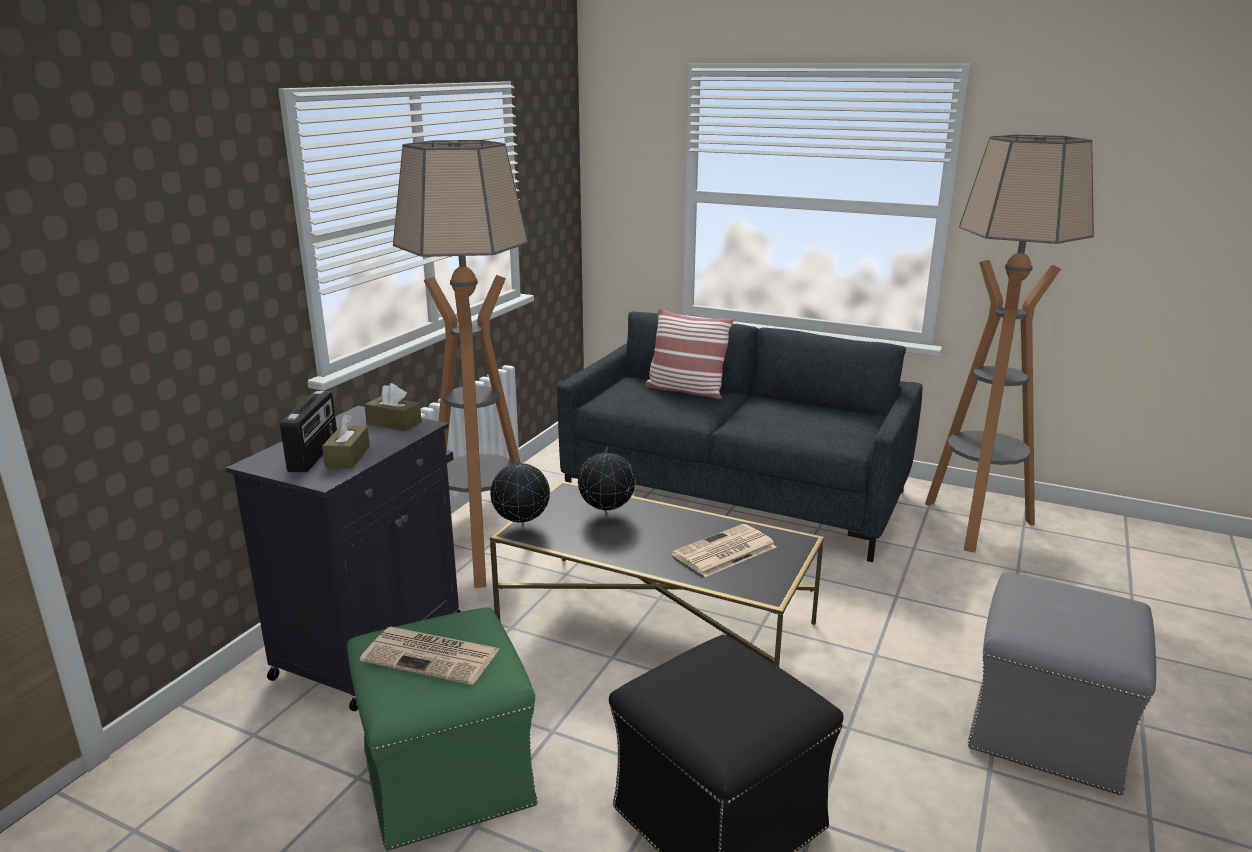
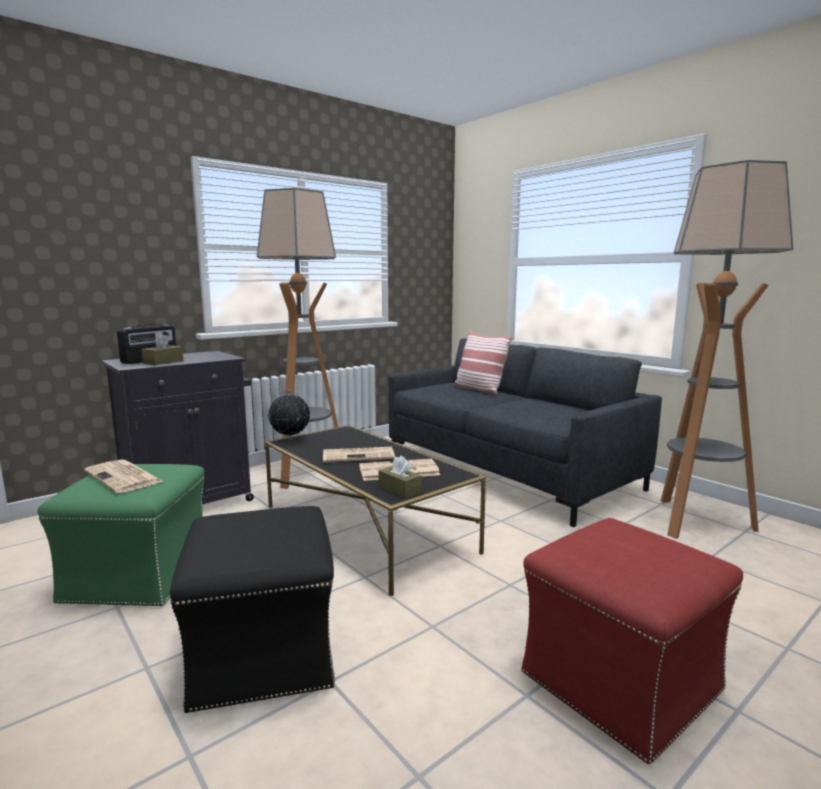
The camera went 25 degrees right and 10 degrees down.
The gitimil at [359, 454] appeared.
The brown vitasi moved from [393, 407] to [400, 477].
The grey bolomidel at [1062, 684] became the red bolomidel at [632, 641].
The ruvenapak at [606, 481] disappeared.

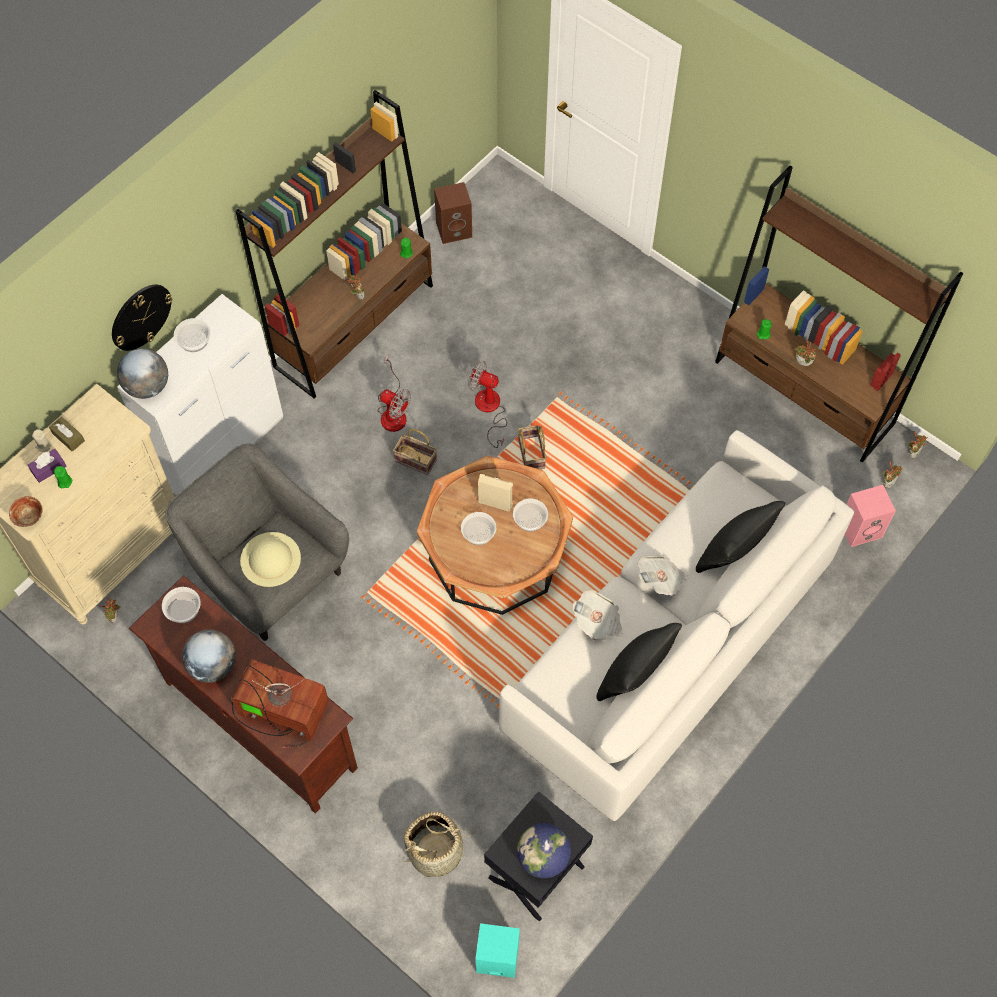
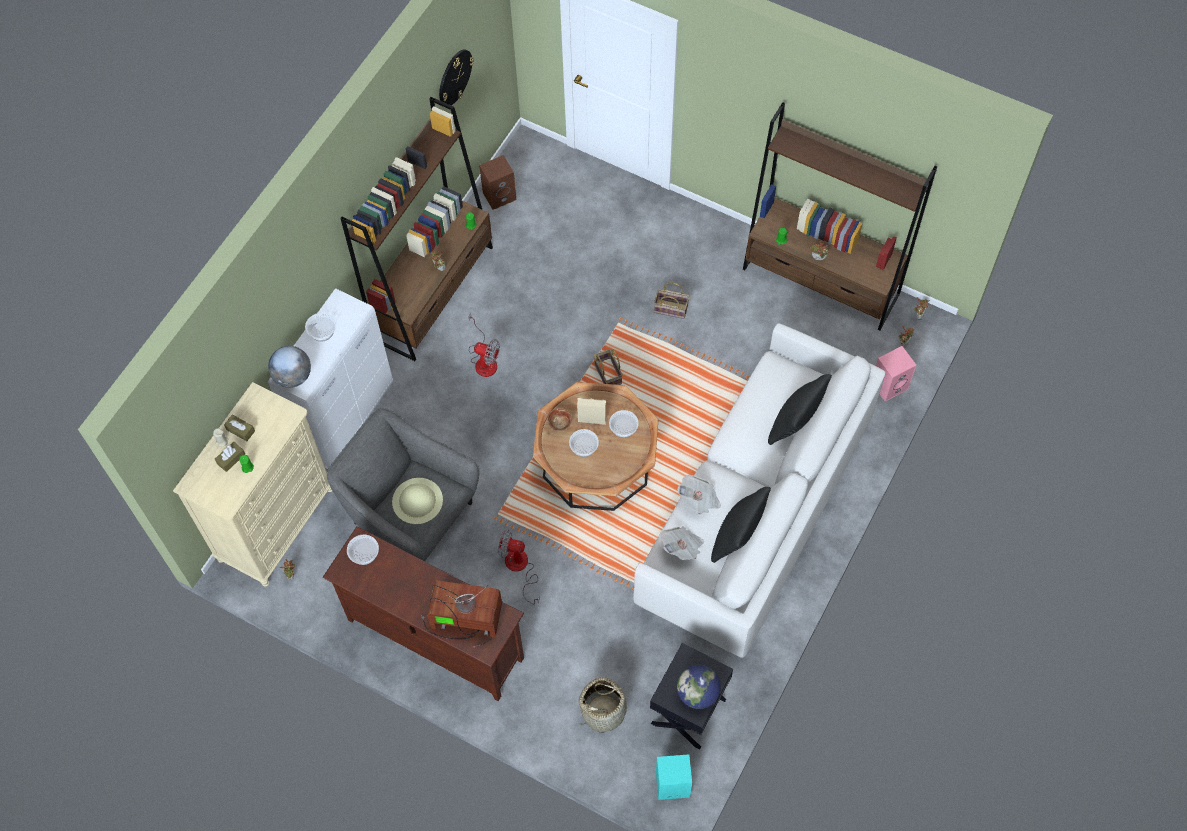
The camera went 10 degrees left and 0 degrees up.
The purple vitasi at [47, 466] became the brown vitasi at [230, 457].
The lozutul moved from [142, 318] to [456, 77].
The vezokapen moved from [487, 404] to [519, 567].
The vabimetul moved from [26, 511] to [559, 419].
The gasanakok moved from [415, 452] to [671, 300].
The gitimil moved from [663, 576] to [682, 543].
The ruvenapak at [209, 656] disappeared.

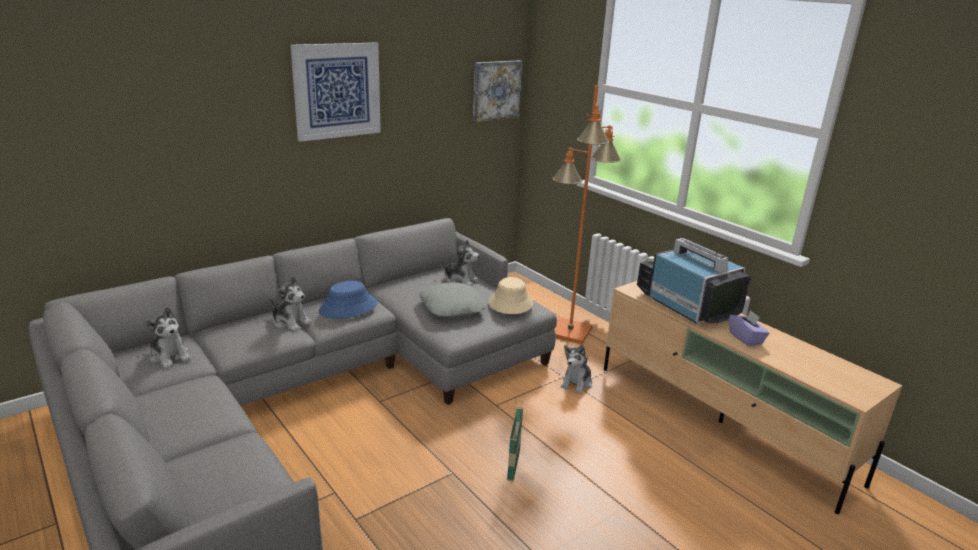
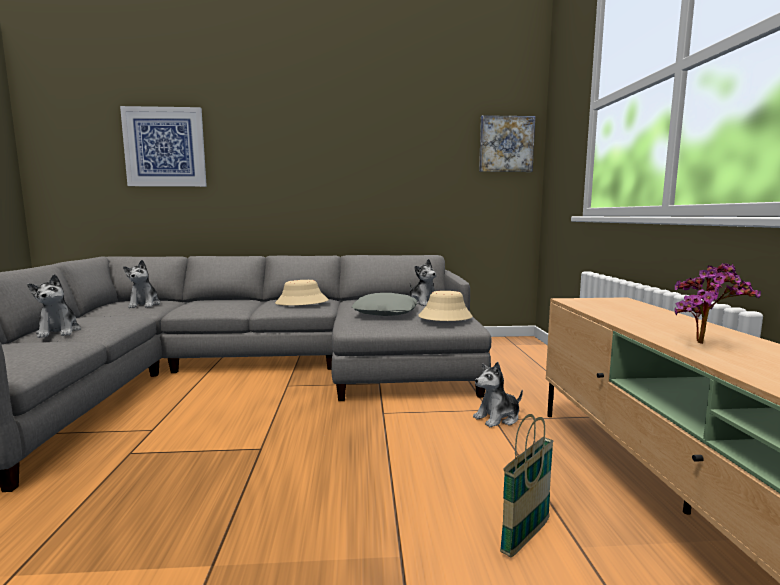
The camera went 35 degrees right and 15 degrees down.
The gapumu moved from [291, 303] to [54, 306].
The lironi moved from [335, 92] to [163, 146].
The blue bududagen at [348, 300] became the beige bududagen at [302, 293].
The gasanakok moved from [515, 441] to [527, 485].
The purple vitasi at [749, 328] was replaced by the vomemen at [718, 303].
The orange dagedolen at [587, 214] disappeared.
The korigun at [694, 281] disappeared.

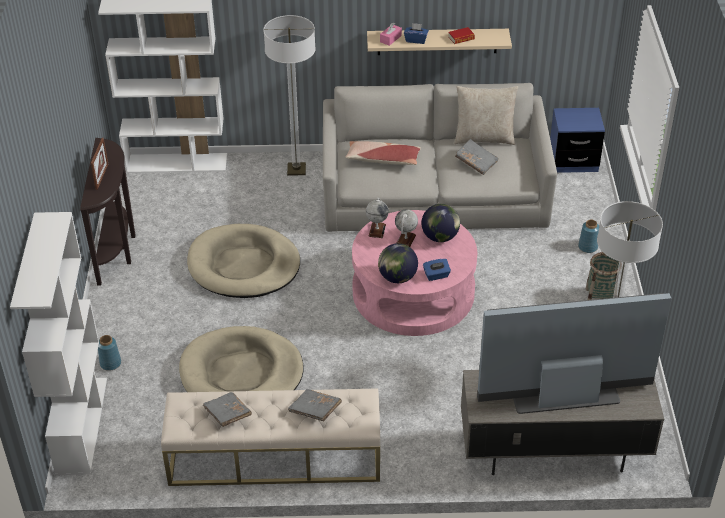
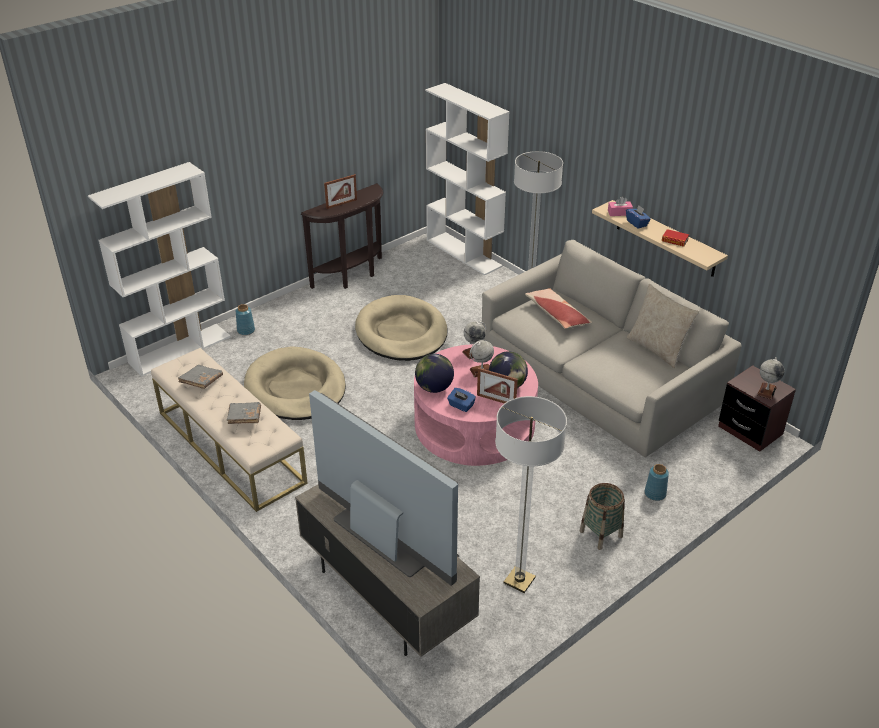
The camera went 50 degrees right and 5 degrees down.
The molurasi at [497, 386] appeared.
The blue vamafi at [577, 140] became the brown vamafi at [757, 408].
The ruvenapak at [770, 378] appeared.
The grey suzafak at [477, 157] disappeared.

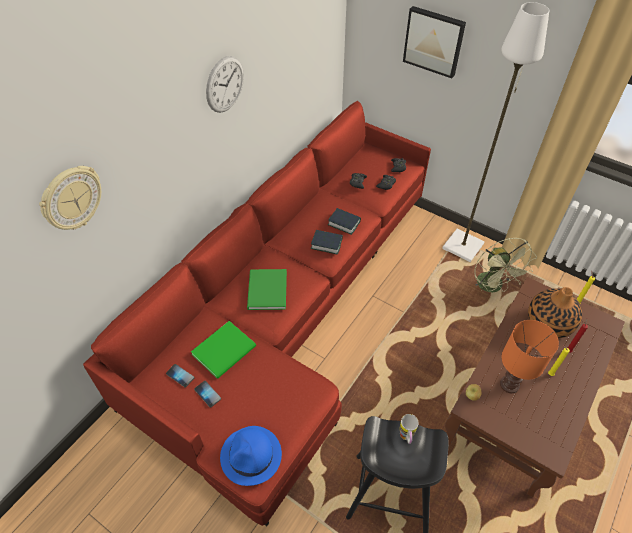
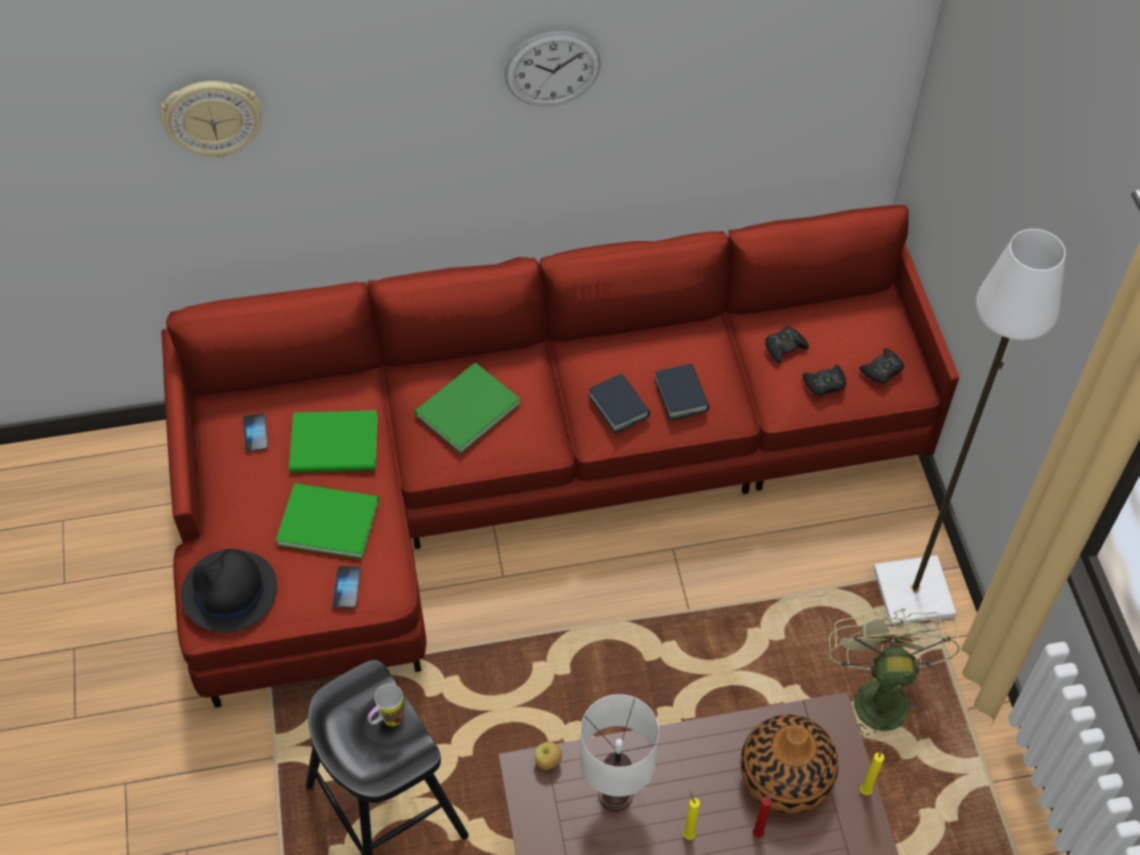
The camera went 45 degrees right and 5 degrees up.
The blue bududagen at [251, 456] became the black bududagen at [229, 591].
The green suzafak at [327, 521] appeared.
The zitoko moved from [207, 394] to [346, 587].
The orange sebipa at [529, 356] became the white sebipa at [619, 753].
The green vezokapen at [506, 265] turned 150 degrees clockwise.
The lironi at [434, 42] disappeared.

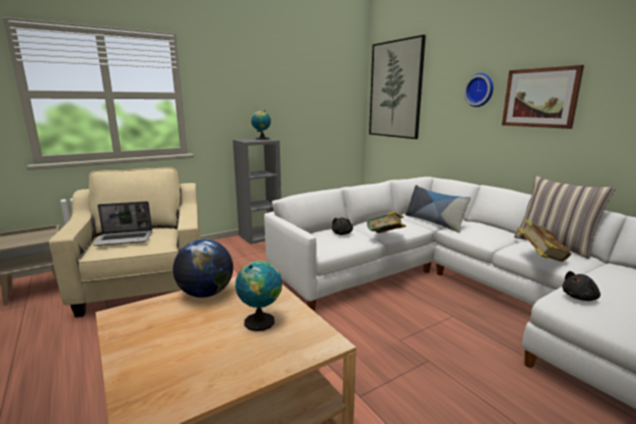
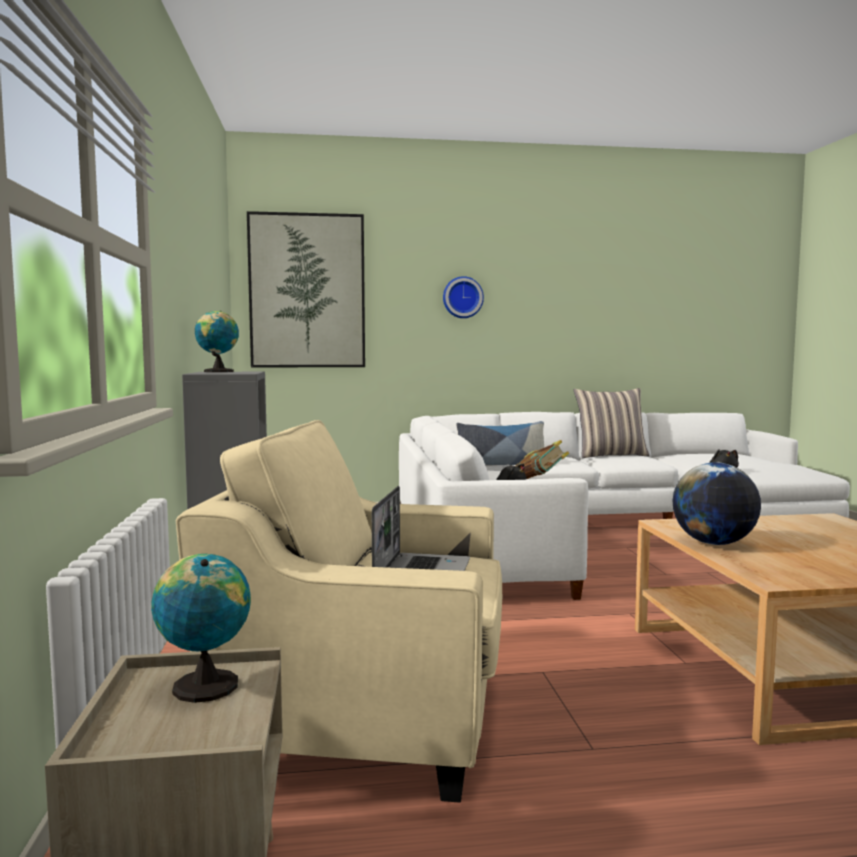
The camera went 65 degrees left and 10 degrees down.
The ruvenapak moved from [258, 295] to [201, 628].
The lironi at [543, 97] disappeared.
The suzafak at [544, 240] disappeared.

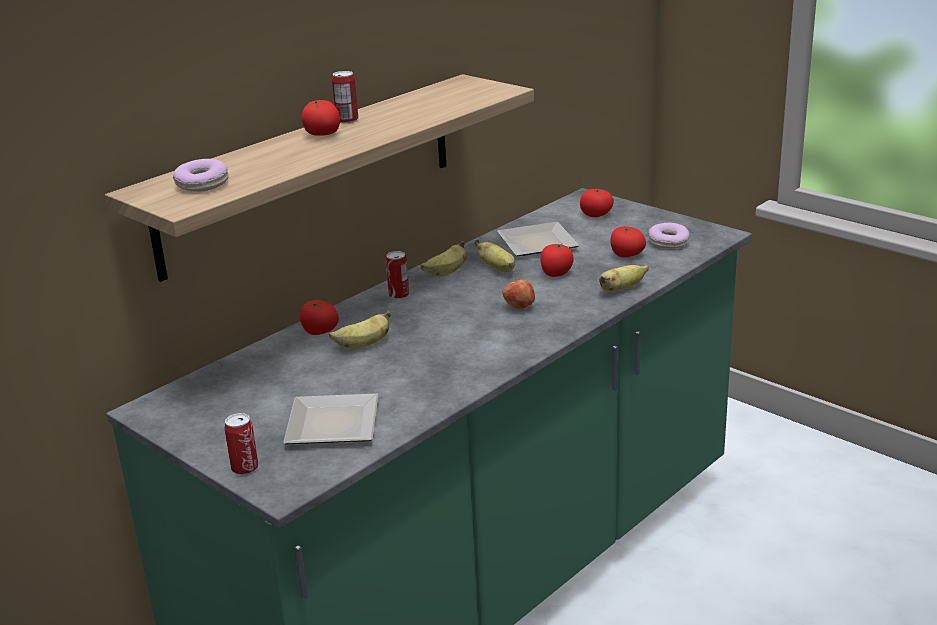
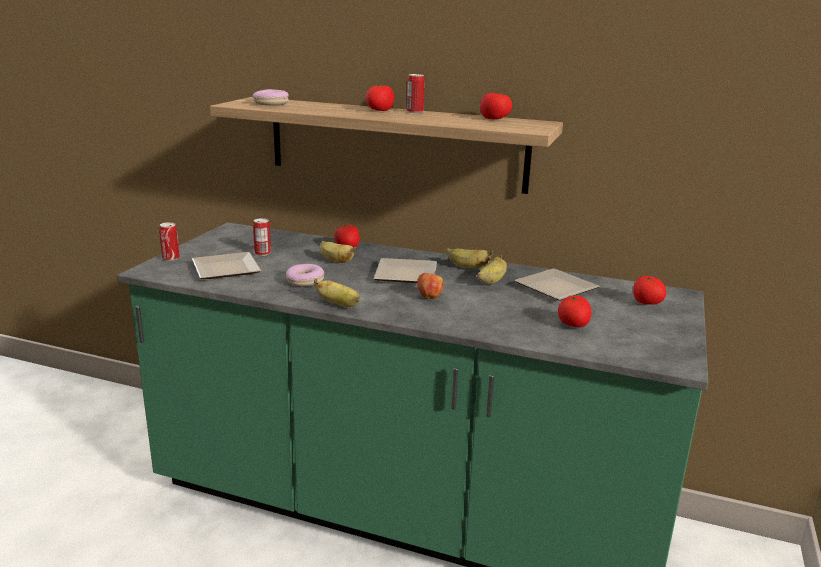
The camera went 65 degrees right and 5 degrees down.
The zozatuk moved from [397, 275] to [262, 237].
The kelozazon moved from [669, 236] to [305, 275].
The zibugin moved from [624, 278] to [337, 293].
The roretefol at [405, 270] appeared.
The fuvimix moved from [557, 260] to [496, 106].

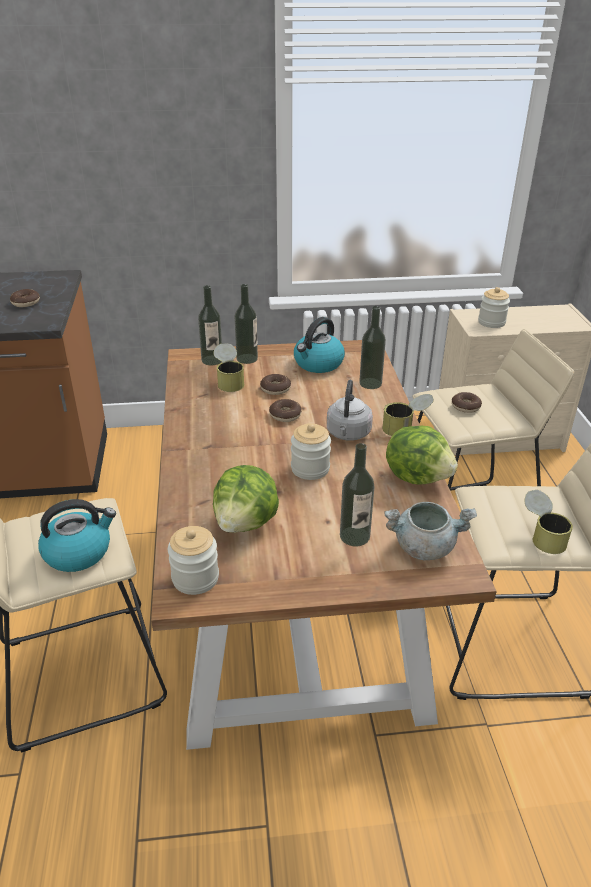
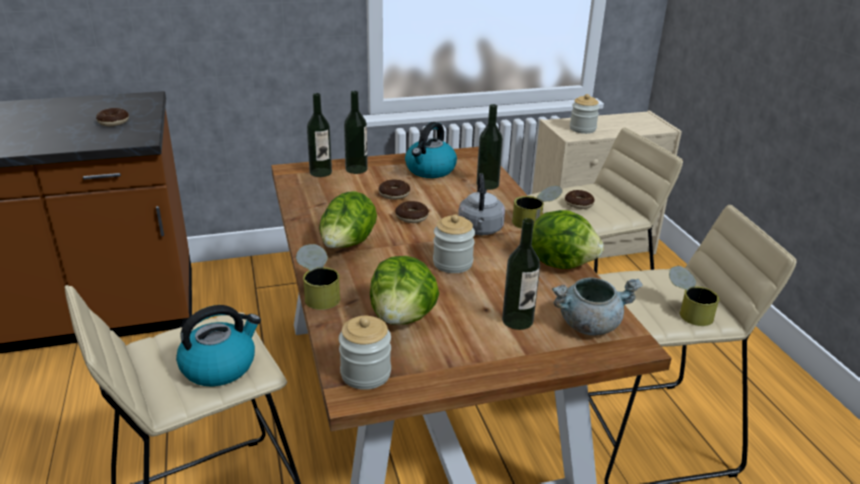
The camera went 10 degrees left and 5 degrees down.
The zozatuk moved from [228, 367] to [318, 277].
The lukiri at [348, 219] appeared.

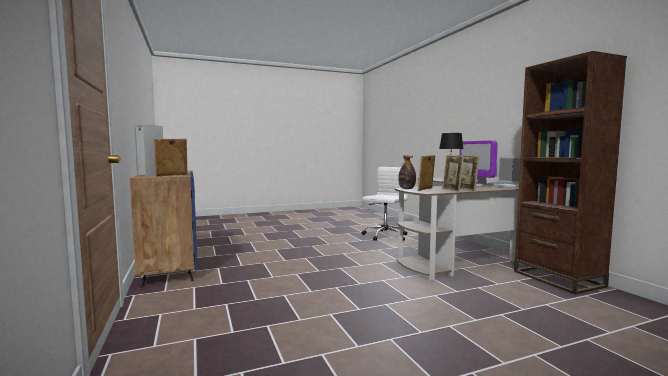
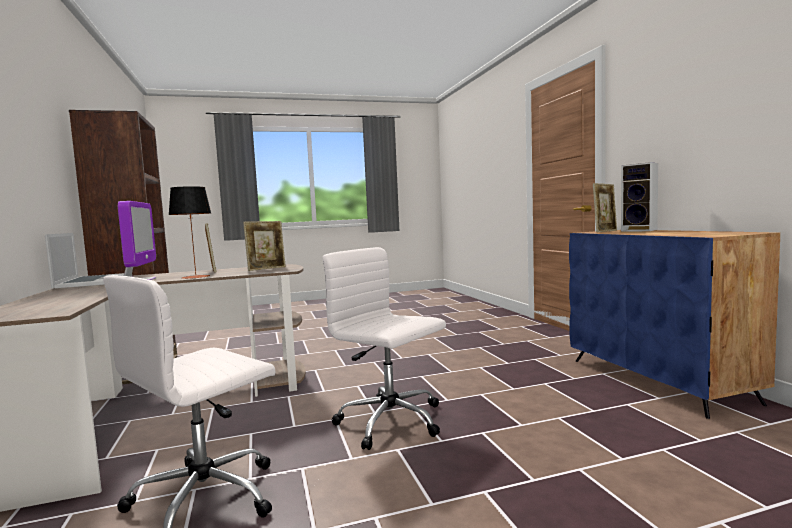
The camera went 175 degrees left and 0 degrees up.
The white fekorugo at [384, 348] appeared.
The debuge at [407, 172] disappeared.
The molurasi at [453, 173] disappeared.

